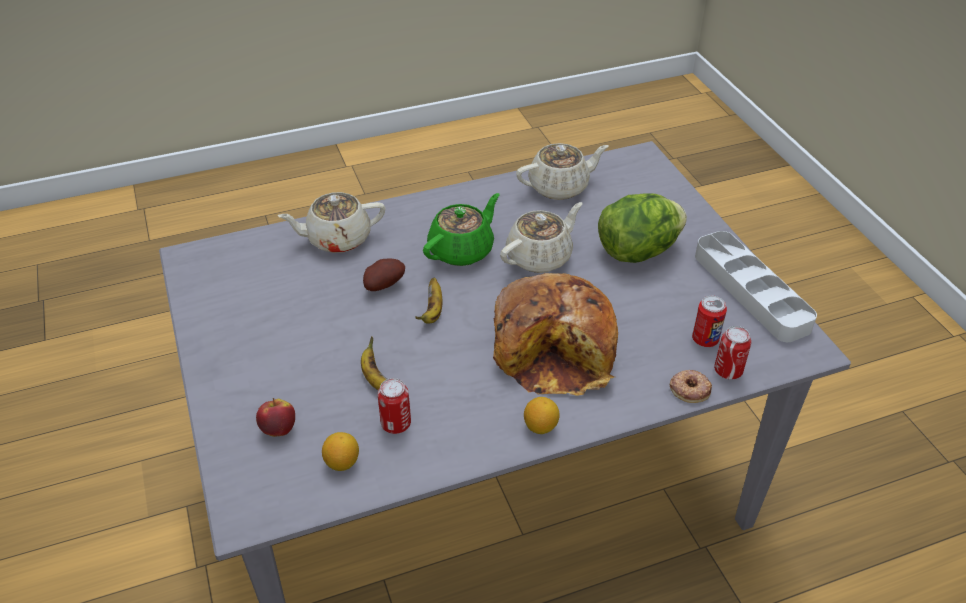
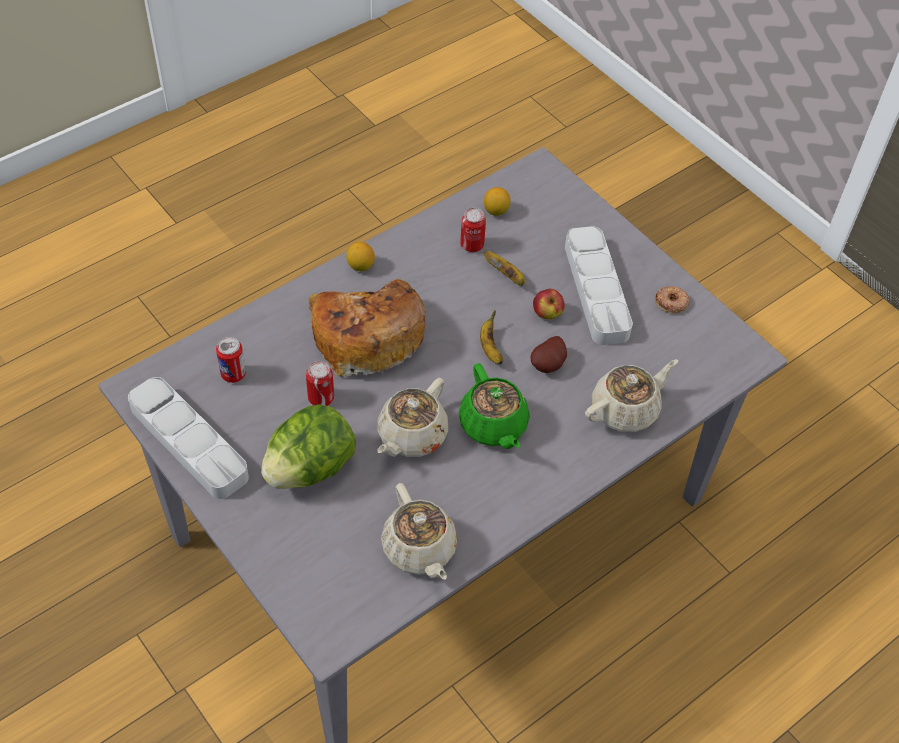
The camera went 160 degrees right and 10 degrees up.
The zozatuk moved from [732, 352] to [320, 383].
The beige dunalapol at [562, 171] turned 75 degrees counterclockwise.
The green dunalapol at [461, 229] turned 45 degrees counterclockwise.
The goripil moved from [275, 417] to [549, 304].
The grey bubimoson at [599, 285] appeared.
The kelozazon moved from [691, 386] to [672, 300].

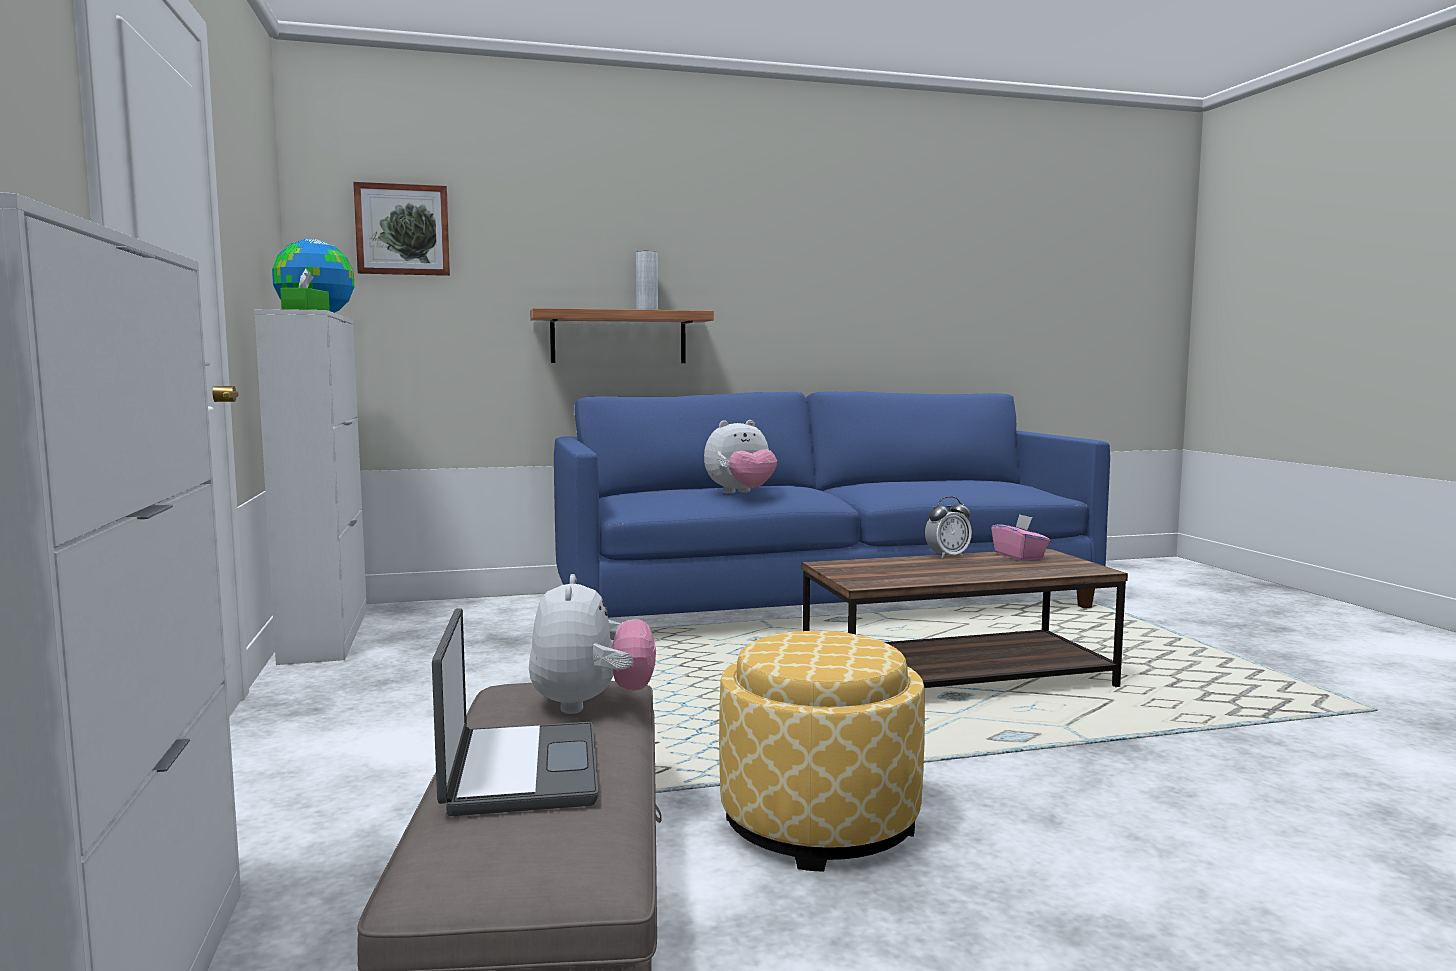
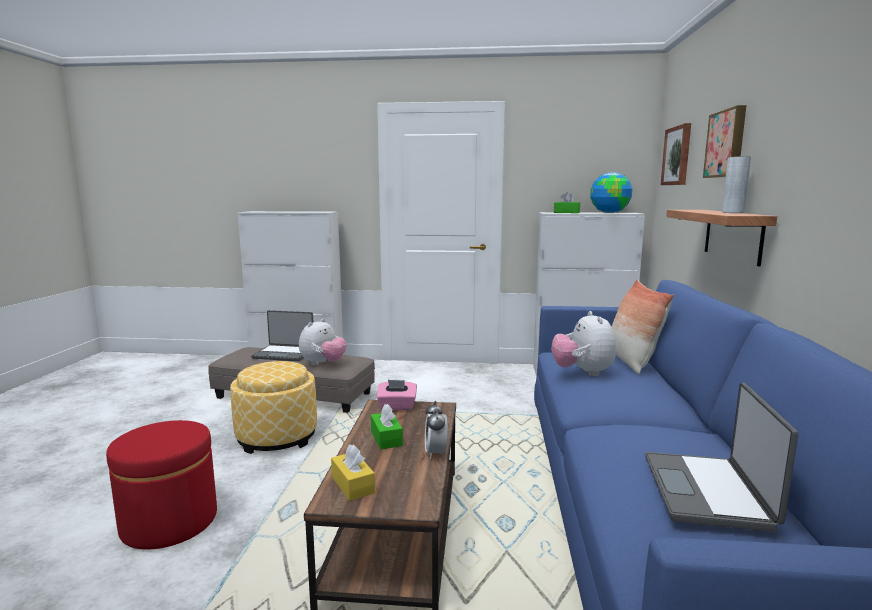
The camera went 110 degrees right and 5 degrees up.
The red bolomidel at [161, 484] appeared.
The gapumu at [592, 644] turned 75 degrees counterclockwise.
The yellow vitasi at [353, 472] appeared.
The green vitasi at [387, 426] appeared.
The pink vitasi moved from [1020, 537] to [397, 395].
The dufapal at [643, 326] appeared.
The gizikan at [721, 457] appeared.
The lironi at [724, 141] appeared.

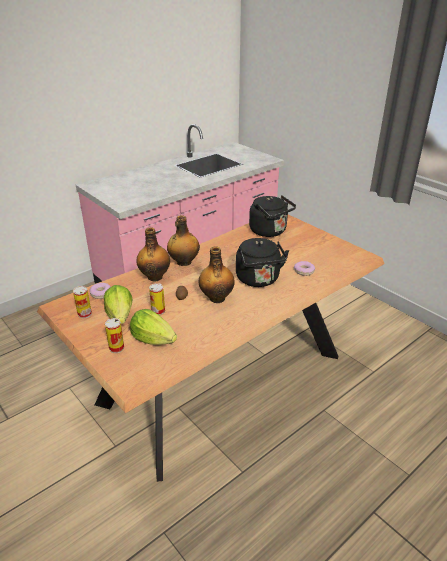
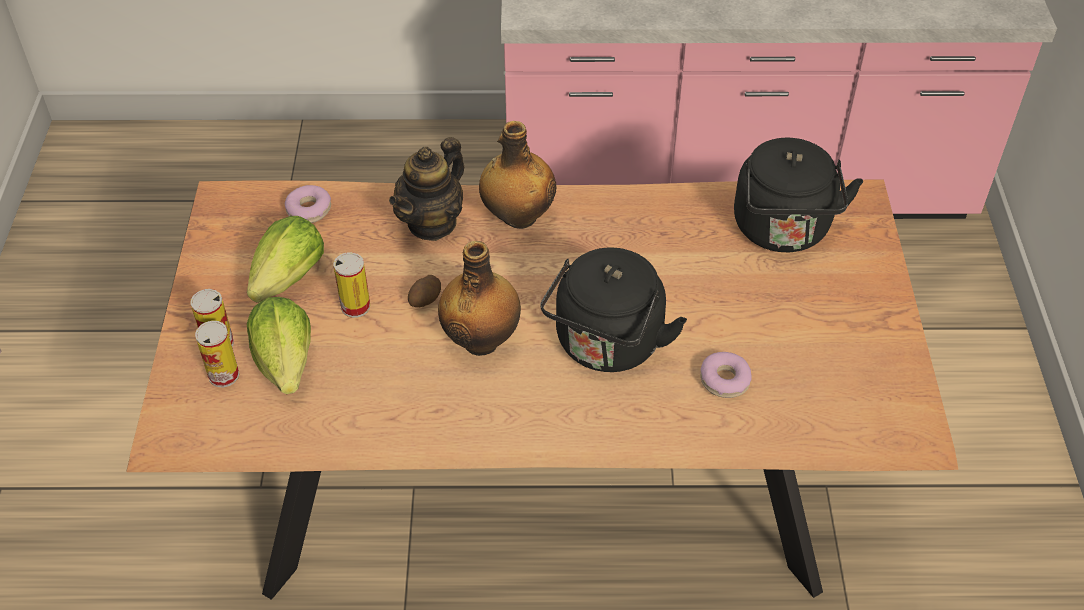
The camera went 40 degrees right and 15 degrees up.
The zozatuk moved from [82, 302] to [217, 354].
The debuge at [153, 254] was replaced by the dunalapol at [426, 189].

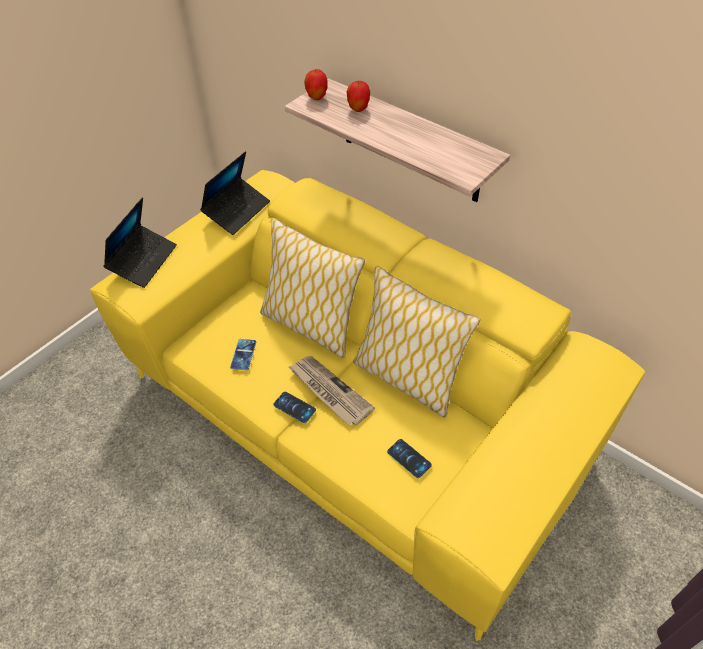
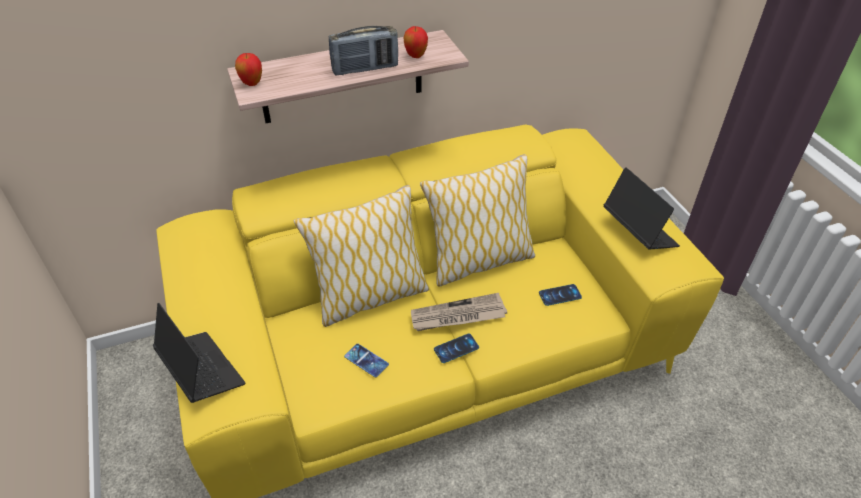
The camera went 60 degrees left and 5 degrees down.
The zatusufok at [363, 51] appeared.
The goripil moved from [358, 96] to [416, 42].
The gizikan moved from [235, 193] to [642, 208].

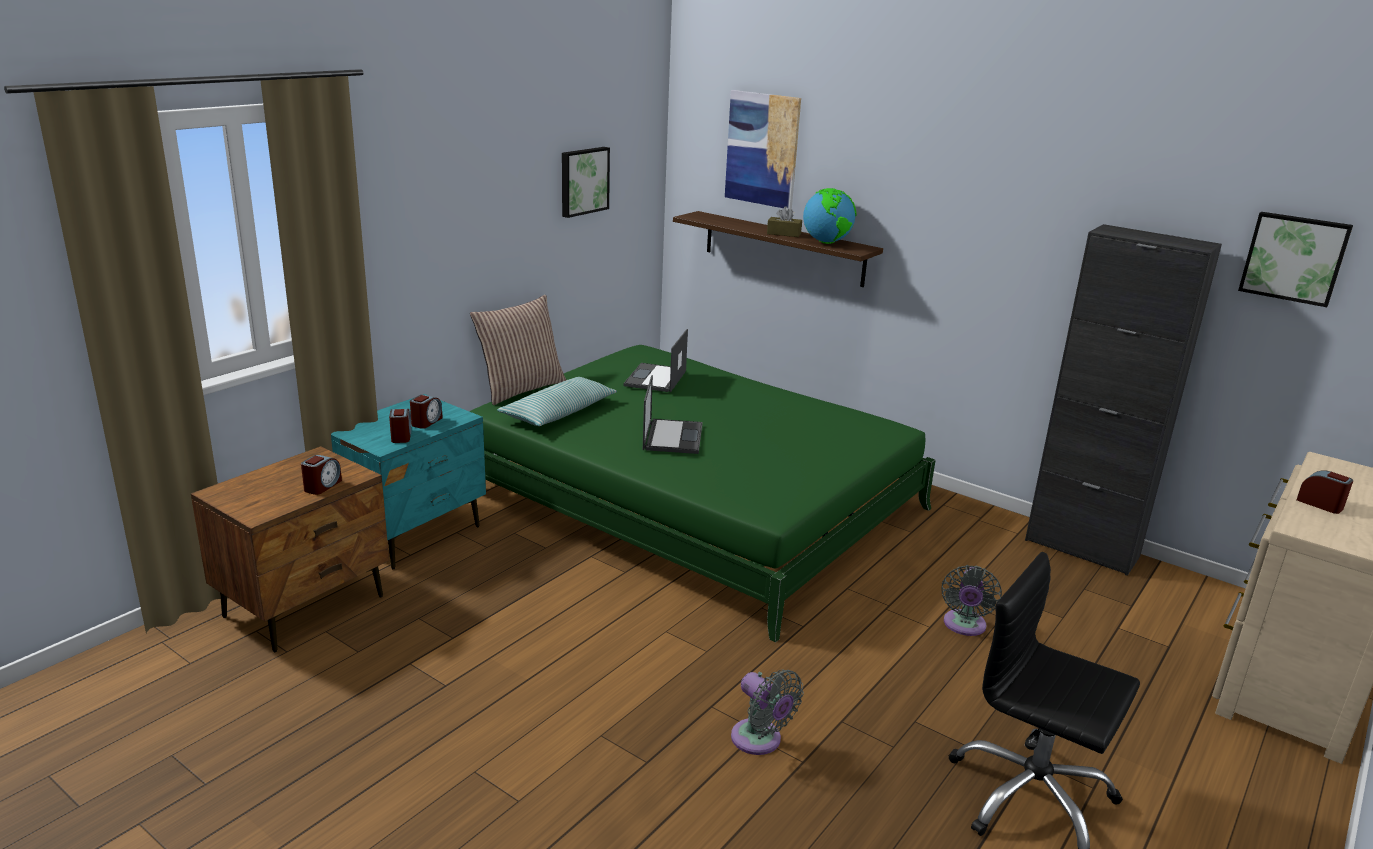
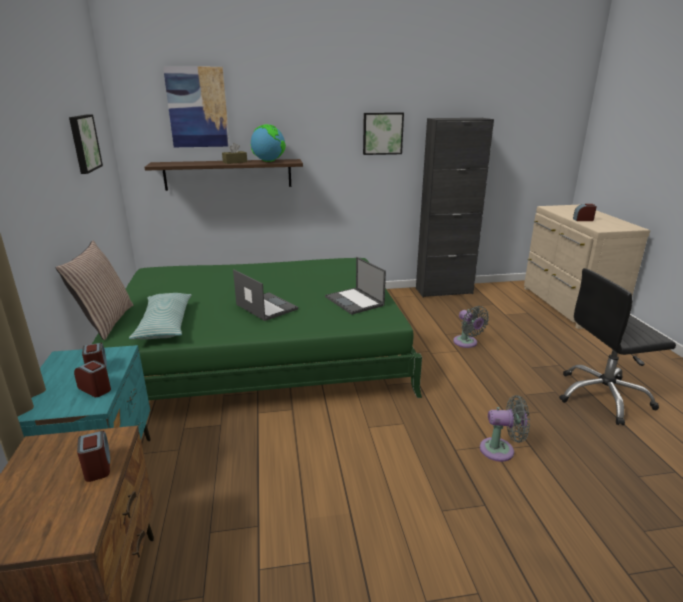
The camera went 45 degrees left and 0 degrees up.
The gizikan moved from [656, 360] to [355, 286].
The lironi moved from [1295, 259] to [383, 133].

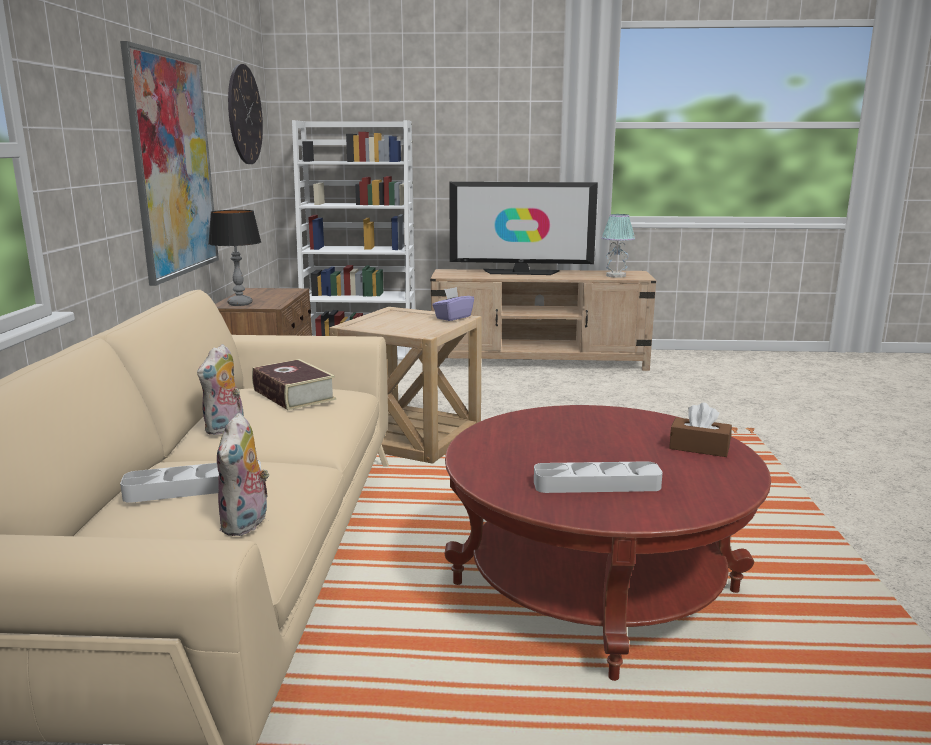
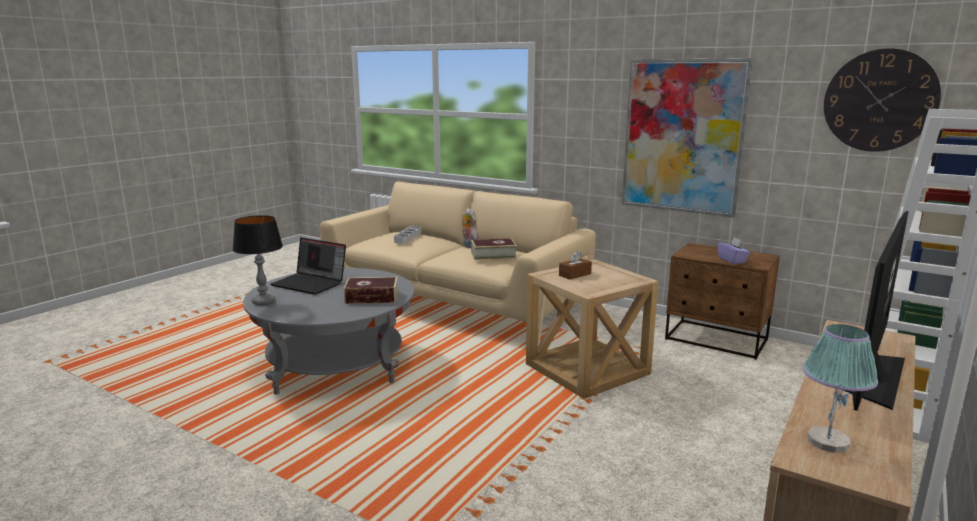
The camera went 120 degrees right and 0 degrees up.
The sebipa moved from [234, 258] to [258, 260].
The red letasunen at [608, 543] became the grey letasunen at [328, 331].
The grey bubimoson at [598, 477] was replaced by the gizikan at [308, 266].
The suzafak at [370, 290] appeared.
The brown vitasi moved from [700, 429] to [575, 265].
The purple vitasi moved from [453, 304] to [733, 250].
The gapumu at [243, 474] disappeared.

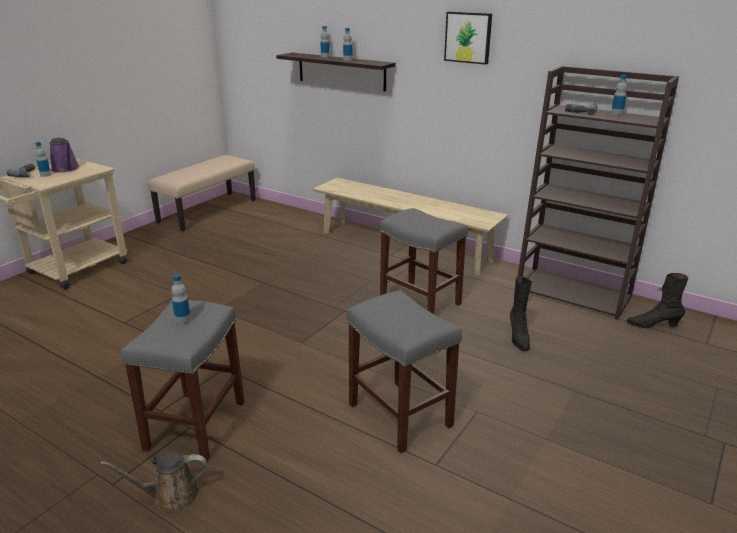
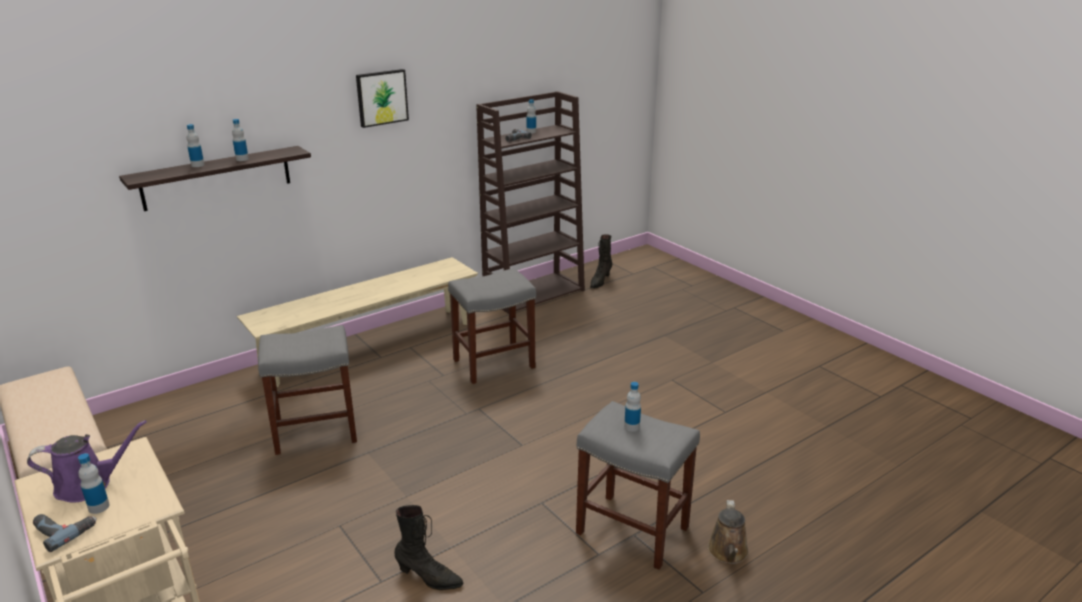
The camera went 70 degrees left and 0 degrees up.
The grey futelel moved from [404, 371] to [307, 390].
The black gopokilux moved from [521, 314] to [429, 547].

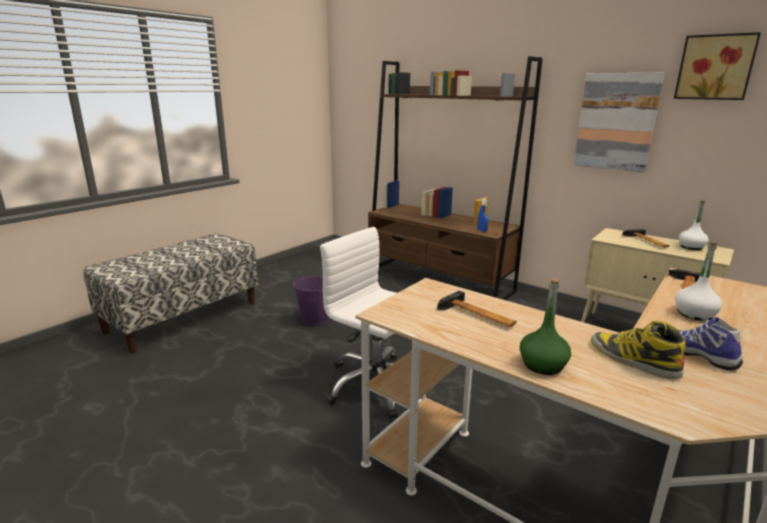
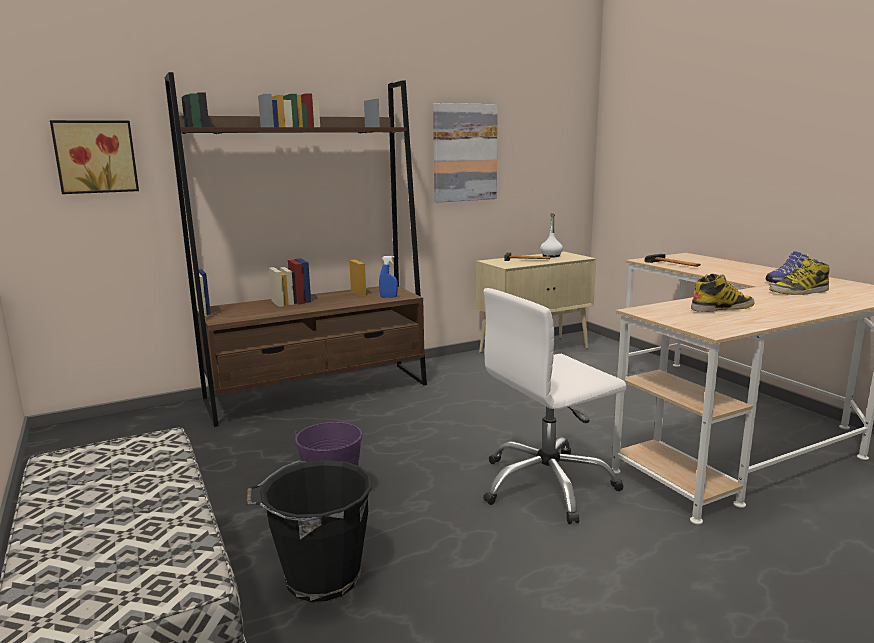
The camera went 65 degrees left and 5 degrees down.
The lironi moved from [717, 66] to [94, 157].
The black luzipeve at [309, 531] appeared.
The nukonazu at [477, 309] was replaced by the gopokilux at [722, 293].
The green debuge at [545, 326] disappeared.
The white debuge at [698, 281] disappeared.

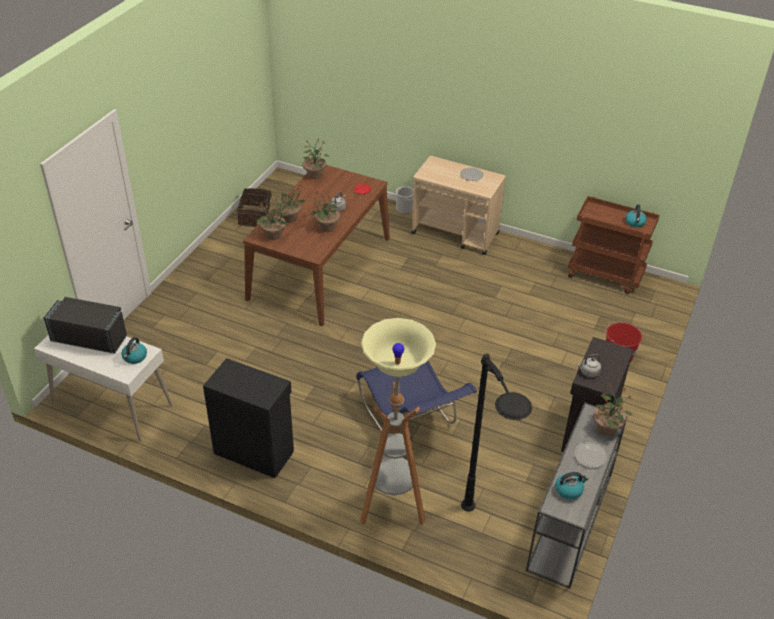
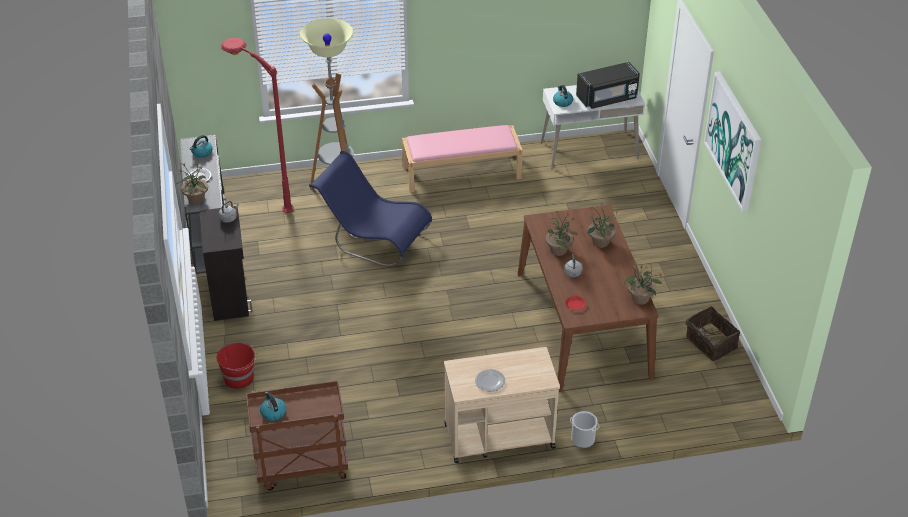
The camera went 145 degrees right and 0 degrees up.
The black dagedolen at [496, 433] became the red dagedolen at [257, 125].
The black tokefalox at [248, 418] was replaced by the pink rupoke at [462, 158].
The lironi at [732, 142] appeared.
The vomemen at [273, 220] disappeared.

